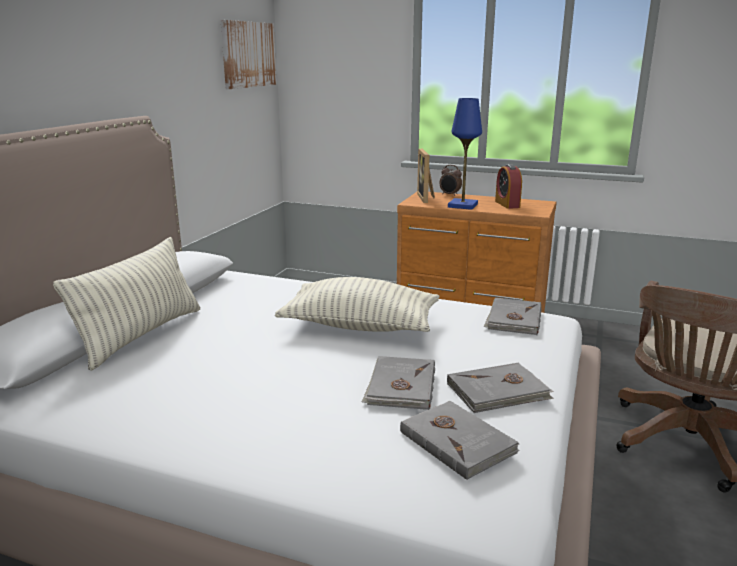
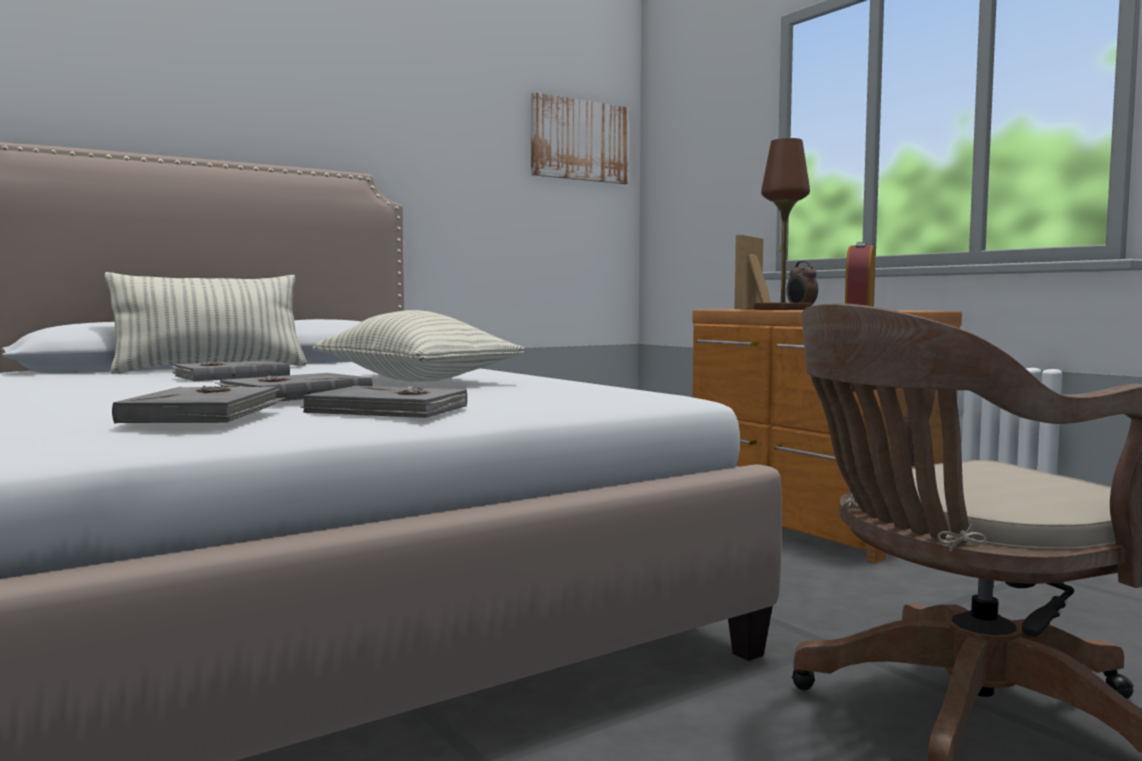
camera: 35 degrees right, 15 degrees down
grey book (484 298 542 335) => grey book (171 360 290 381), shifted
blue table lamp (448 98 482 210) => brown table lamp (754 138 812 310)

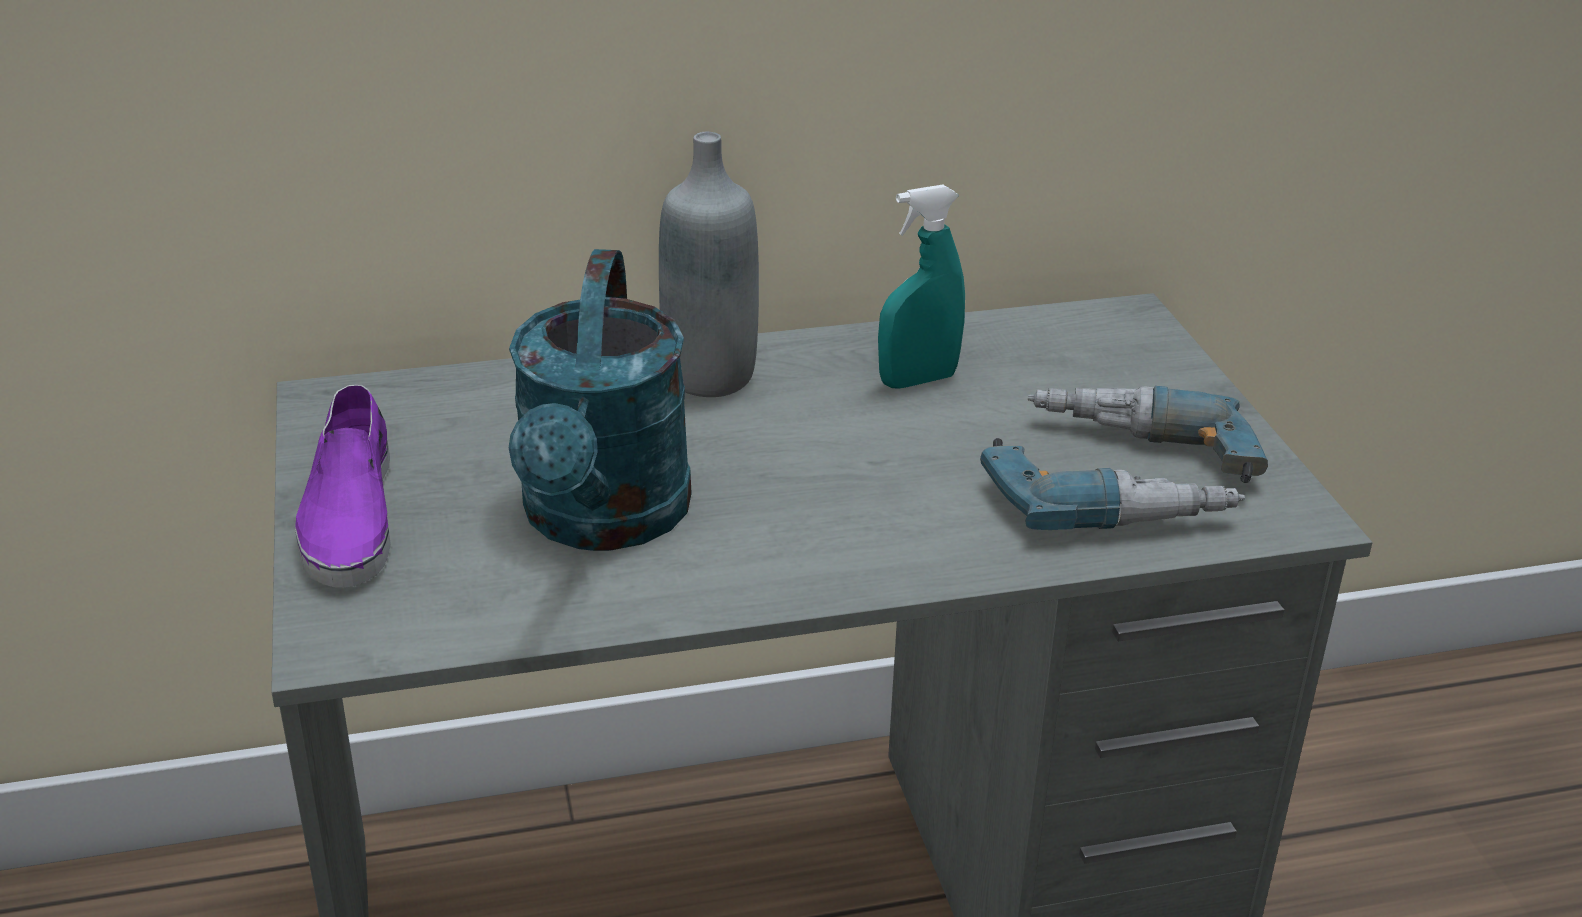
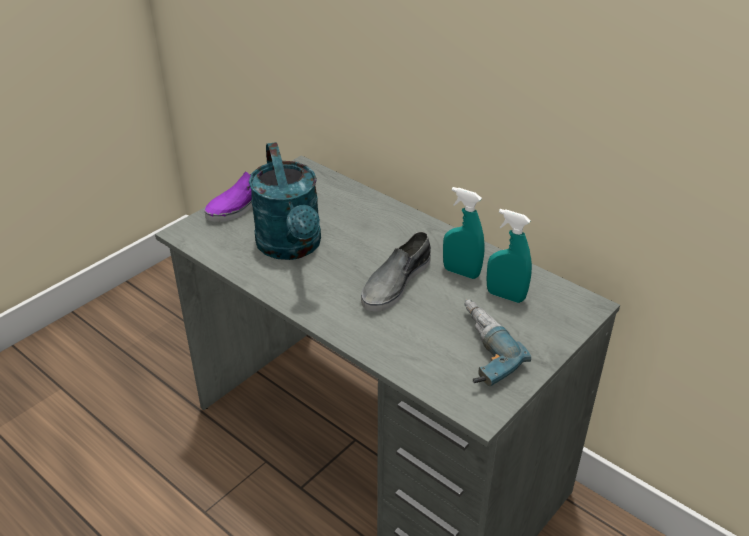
camera: 55 degrees right, 5 degrees up
turquoise watering can (509 249 692 551) => turquoise watering can (249 142 321 260), 75 degrees counterclockwise
nothing => grey shoe (361 232 431 312)
nothing => turquoise spray bottle (487 209 532 303)
grey bottle (659 132 759 397) => nothing
power drill (980 438 1245 530) => nothing

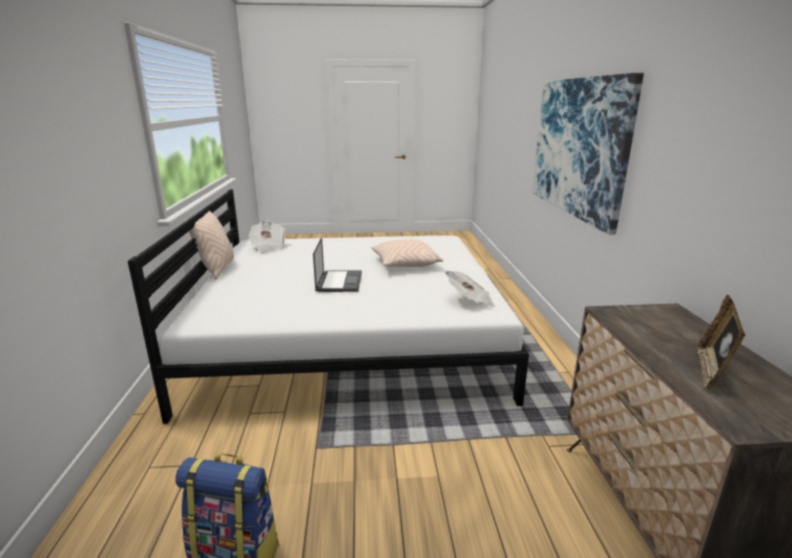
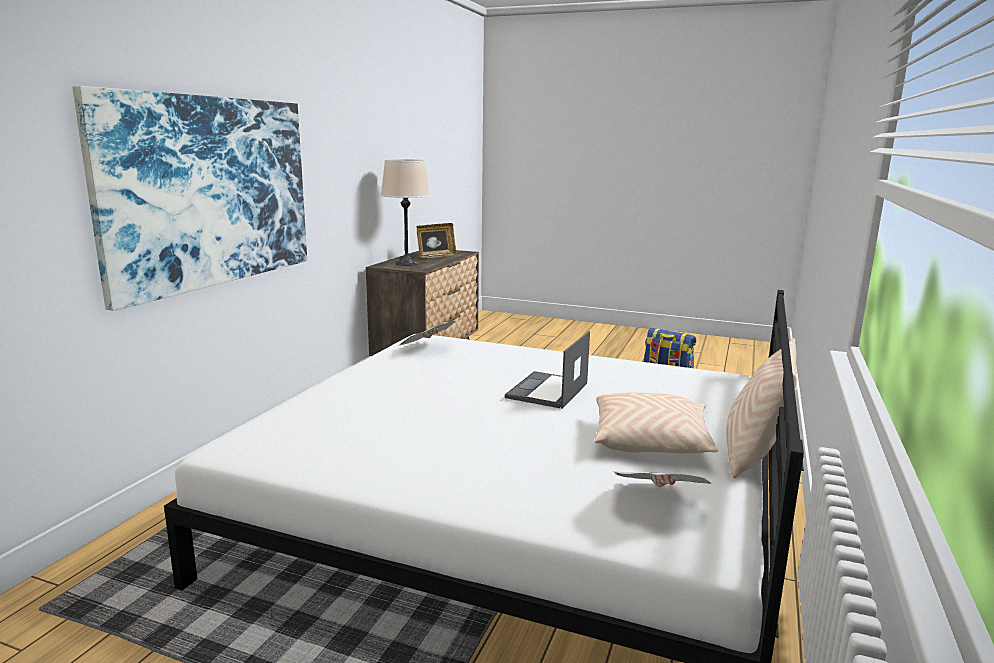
camera: 155 degrees left, 5 degrees down
nothing => beige table lamp (381 159 430 266)
beige pillow (371 239 443 267) => beige pillow (594 392 718 454), shifted

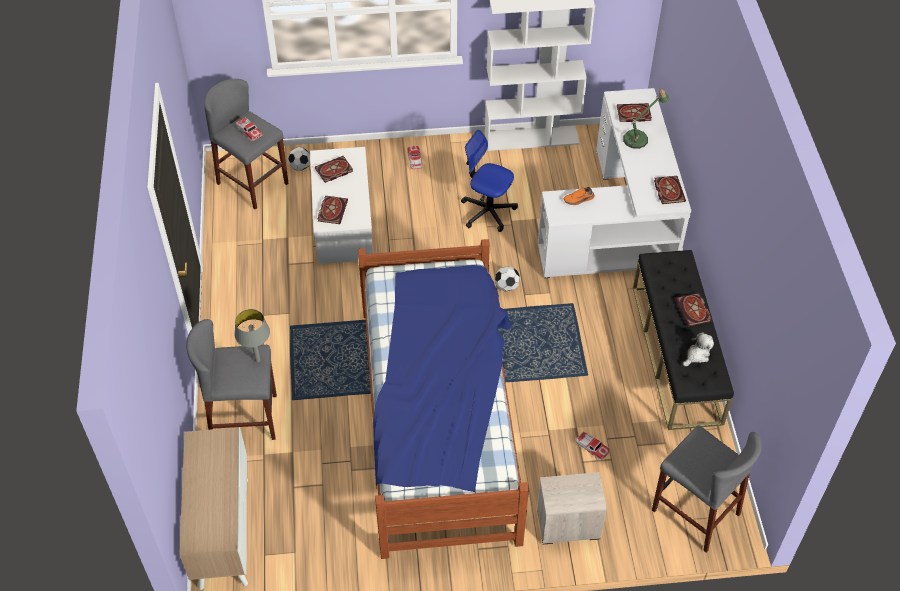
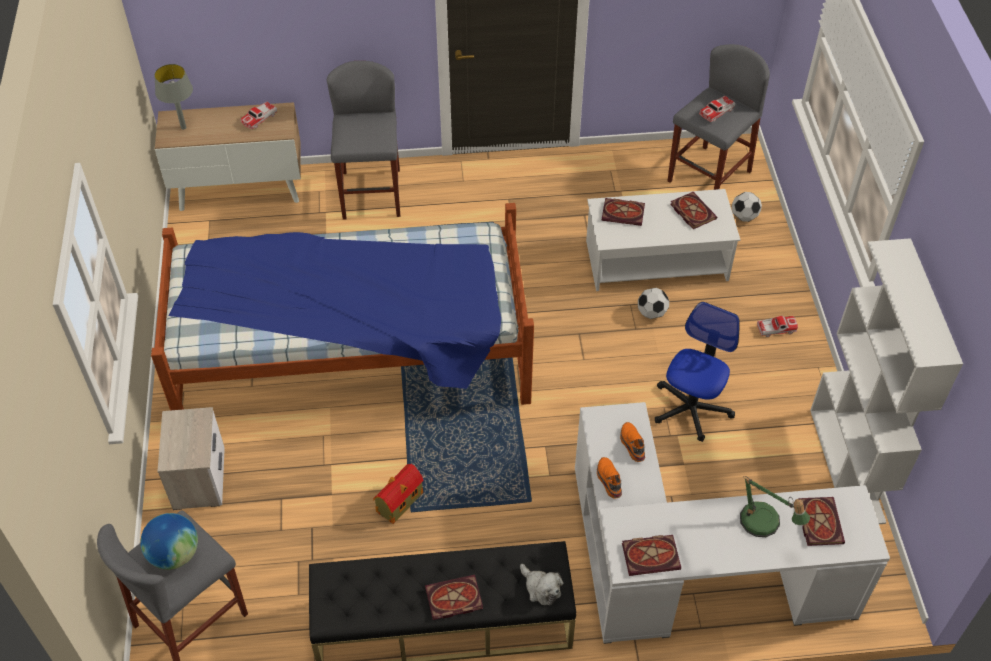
camera: 90 degrees right, 0 degrees up
nothing => globe (140 513 198 570)
grey table lamp (234 309 270 362) => grey table lamp (154 64 193 130), shifted
toy car (575 431 610 461) => toy car (240 101 277 129), shifted
nothing => toy house (373 464 423 524)
plush toy (682 332 714 366) => plush toy (520 564 563 605), shifted
nothing => orange shoe (597 457 622 499)
football (495 266 520 291) => football (638 288 669 319), shifted

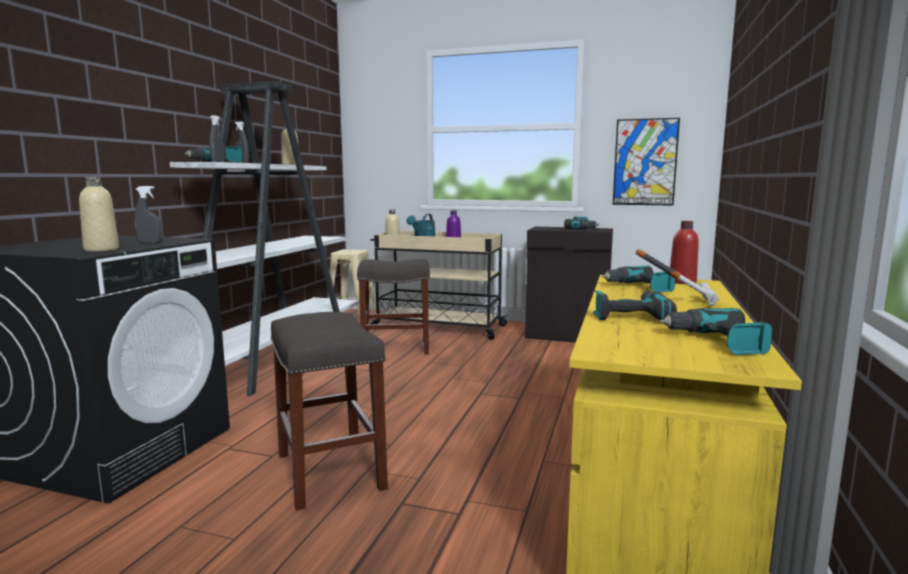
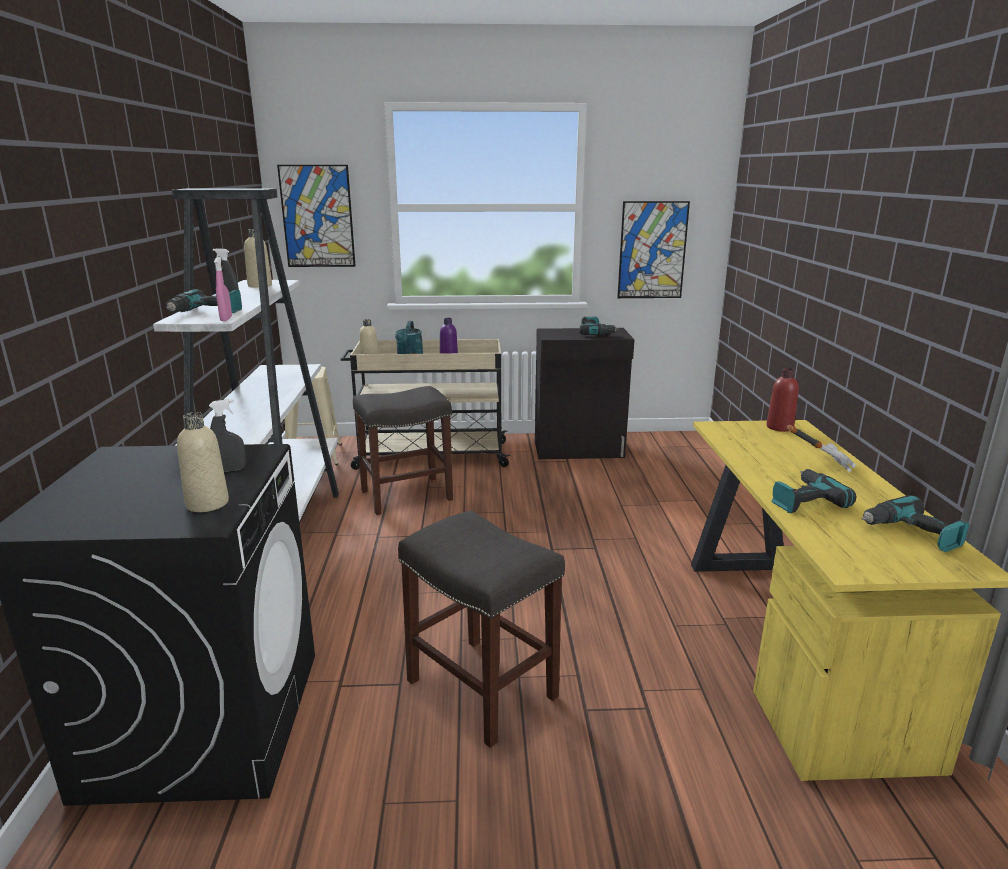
camera: 20 degrees left, 10 degrees up
grey spray bottle (209 115 225 162) => pink spray bottle (214 257 232 321)
nothing => picture (277 165 355 267)
power drill (602 265 675 293) => nothing

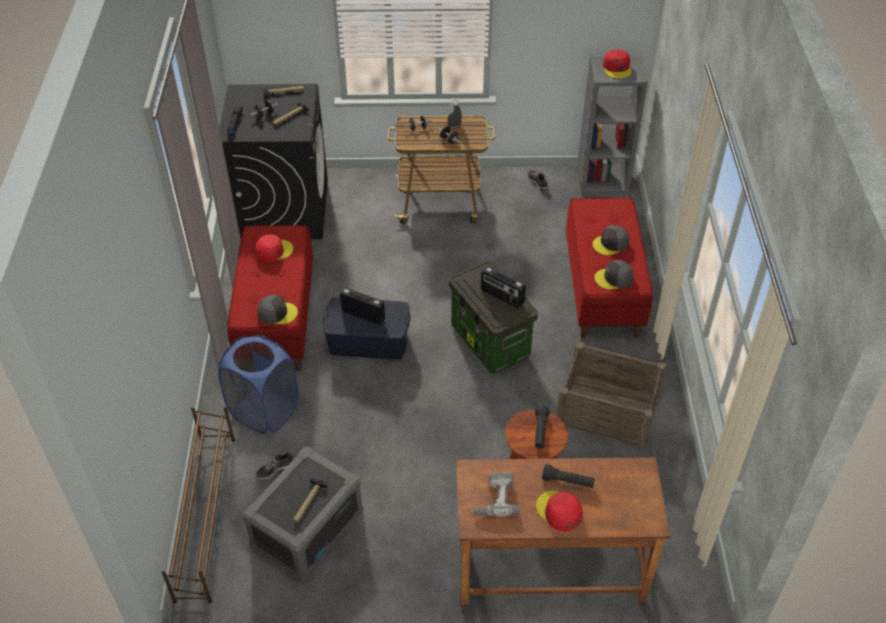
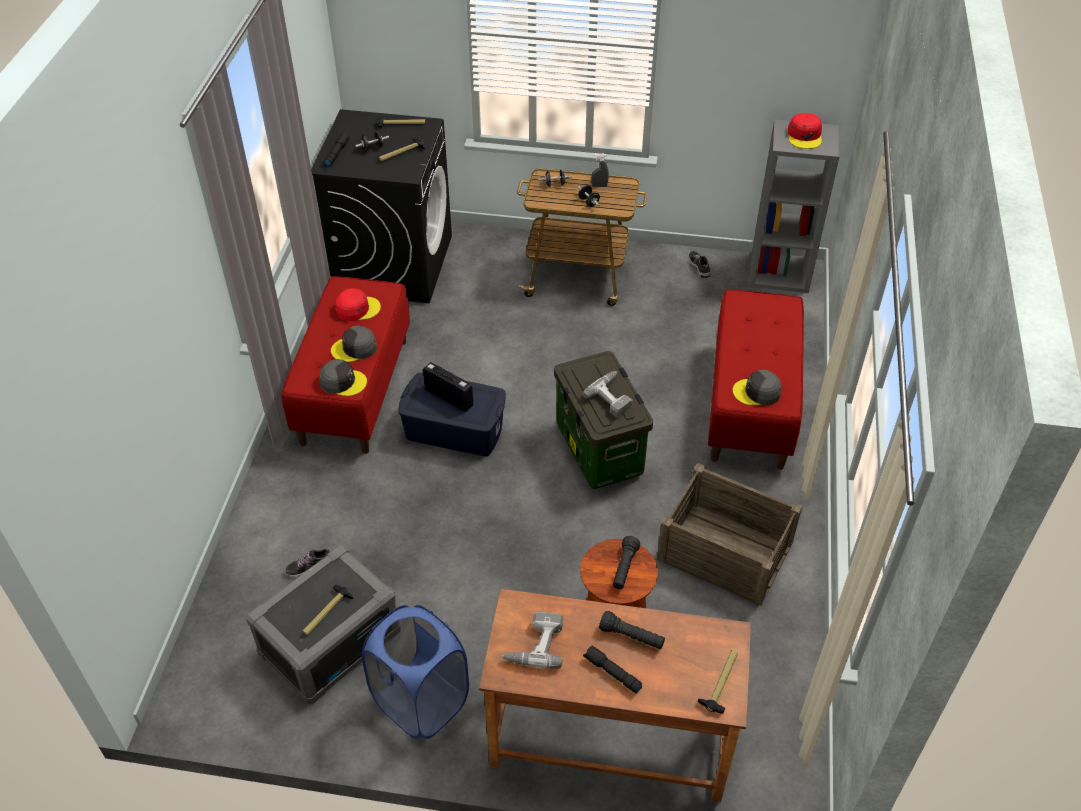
camera: 10 degrees right, 0 degrees up
grey cap (592 225 629 255) => grey cap (331 326 377 362), shifted
blue laundry basket (218 335 299 434) => blue laundry basket (362 605 469 739), shifted
radio (481 266 526 308) => power drill (583 371 633 418)
red cap (536 491 583 532) => black flashlight (583 646 642 694)
nothing => hammer (698 650 738 714)
brown shoe rack (162 407 235 603) => nothing

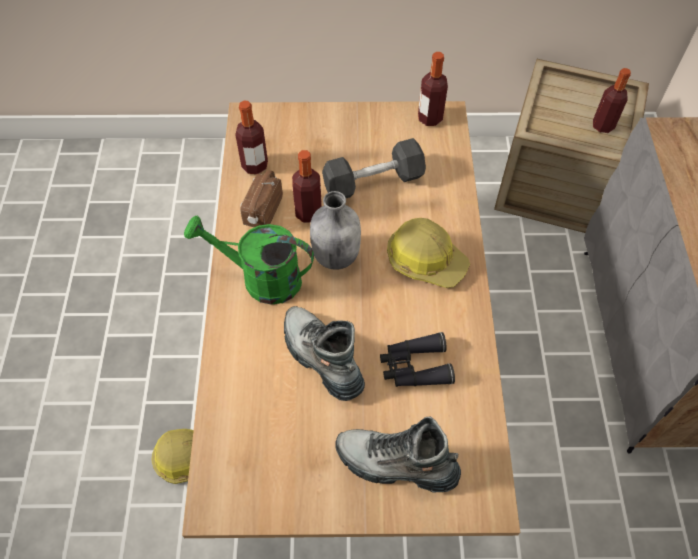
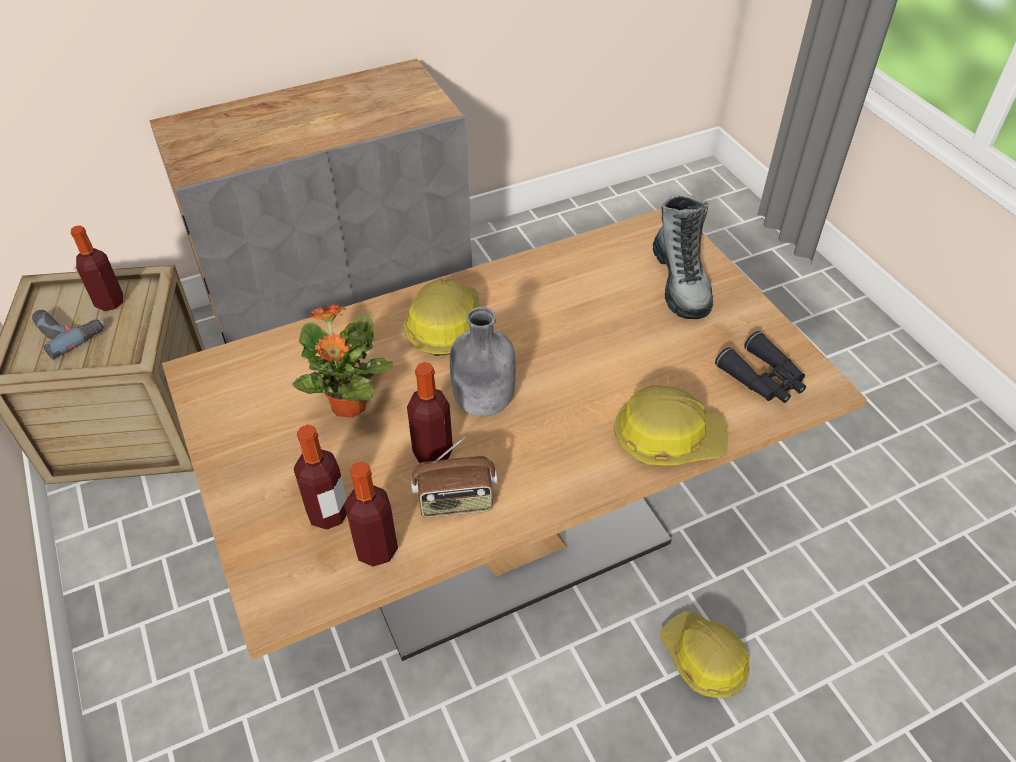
camera: 115 degrees left, 10 degrees down
nothing => power drill (32 310 105 359)
grey dumbbell (322 138 426 198) => potted plant (292 304 393 418)
bottle (418 52 448 126) => bottle (294 425 347 530), shifted
nothing => hard hat (614 385 729 465)
black binoculars (380 332 455 387) => black binoculars (715 331 806 403), shifted
green watering can (184 216 314 305) => nothing
boot (284 306 365 401) => nothing

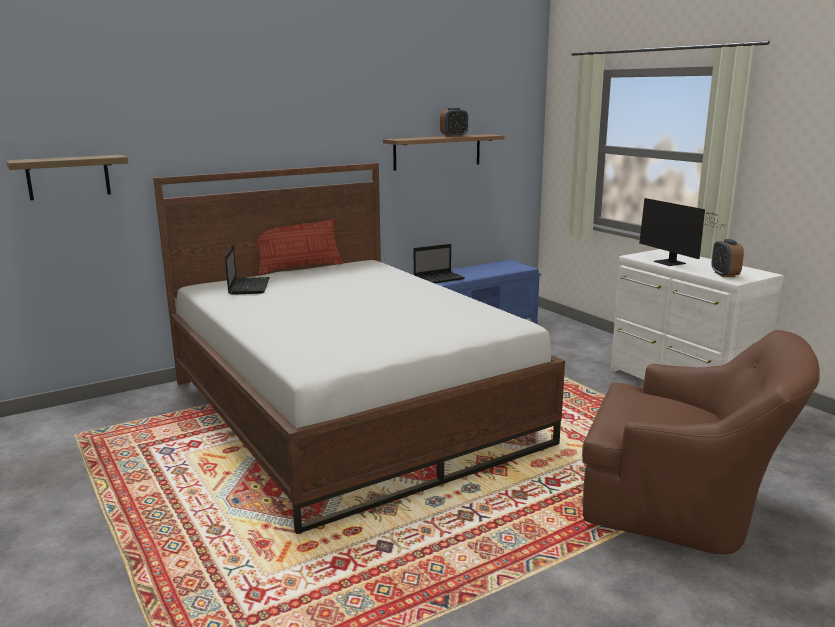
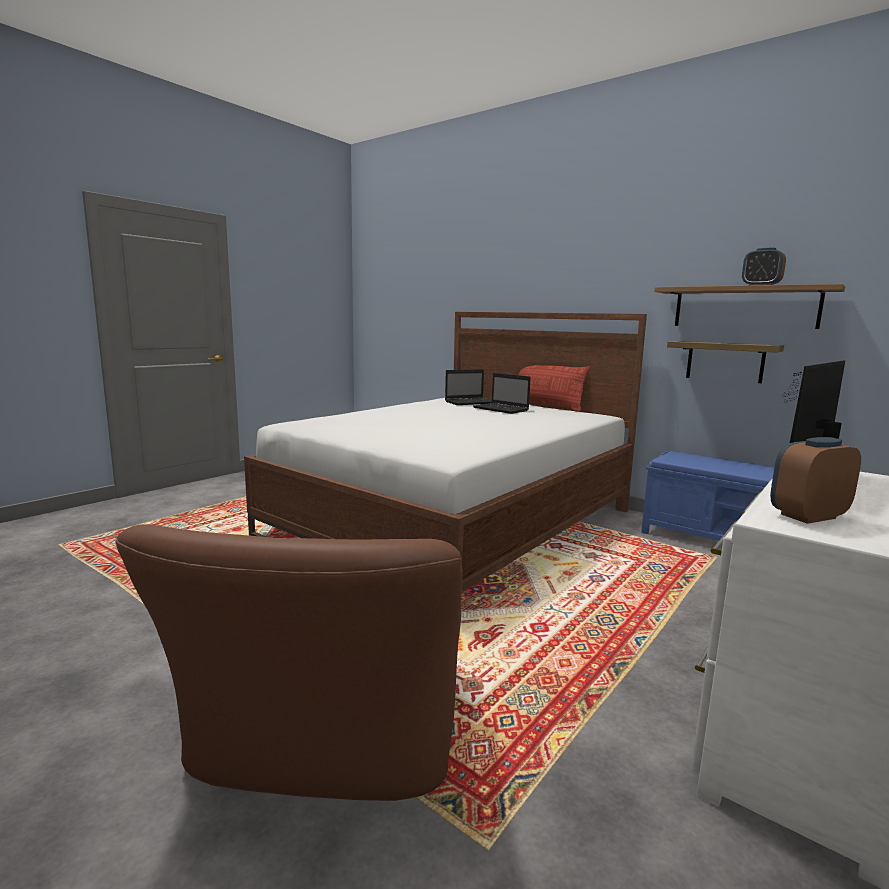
camera: 70 degrees right, 5 degrees down
laptop (414 244 465 283) => laptop (473 373 531 414), shifted
shelf (6 155 128 200) => shelf (667 341 784 383), shifted

